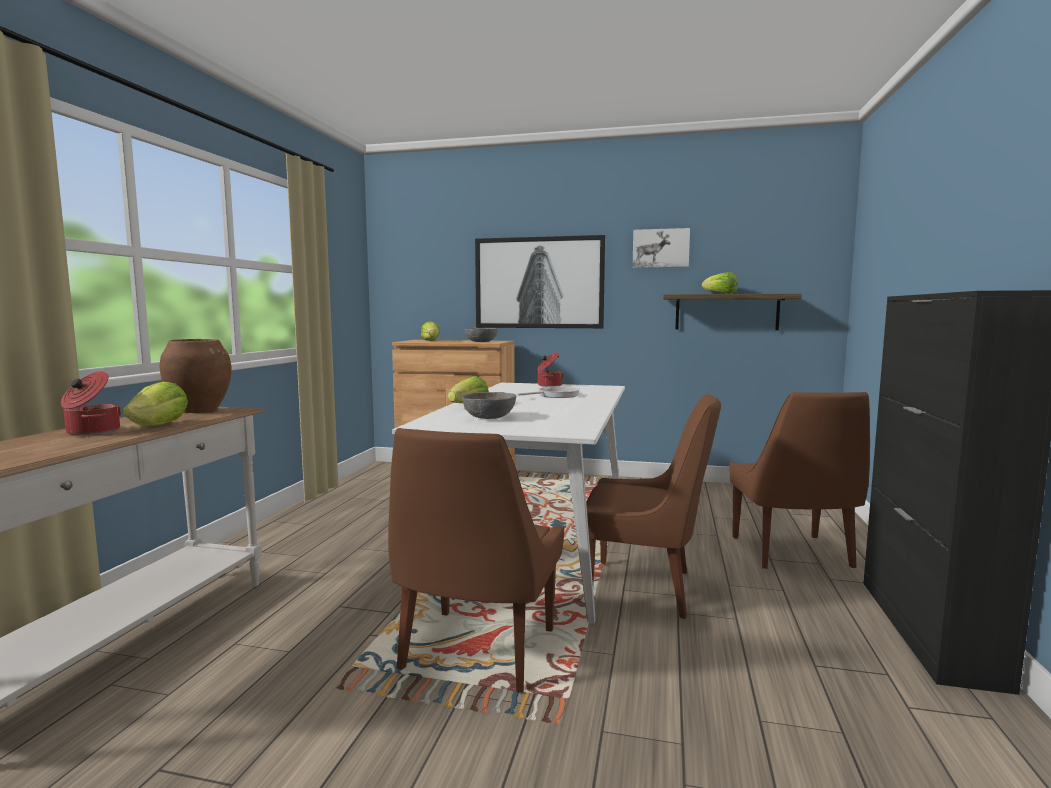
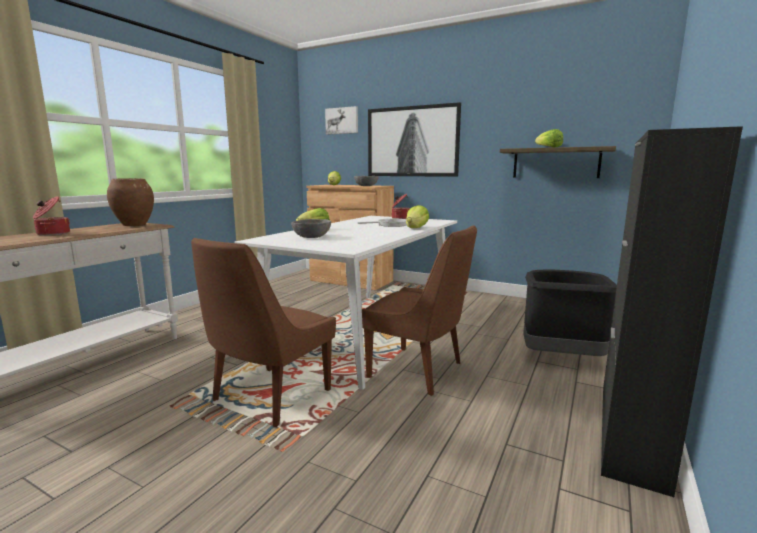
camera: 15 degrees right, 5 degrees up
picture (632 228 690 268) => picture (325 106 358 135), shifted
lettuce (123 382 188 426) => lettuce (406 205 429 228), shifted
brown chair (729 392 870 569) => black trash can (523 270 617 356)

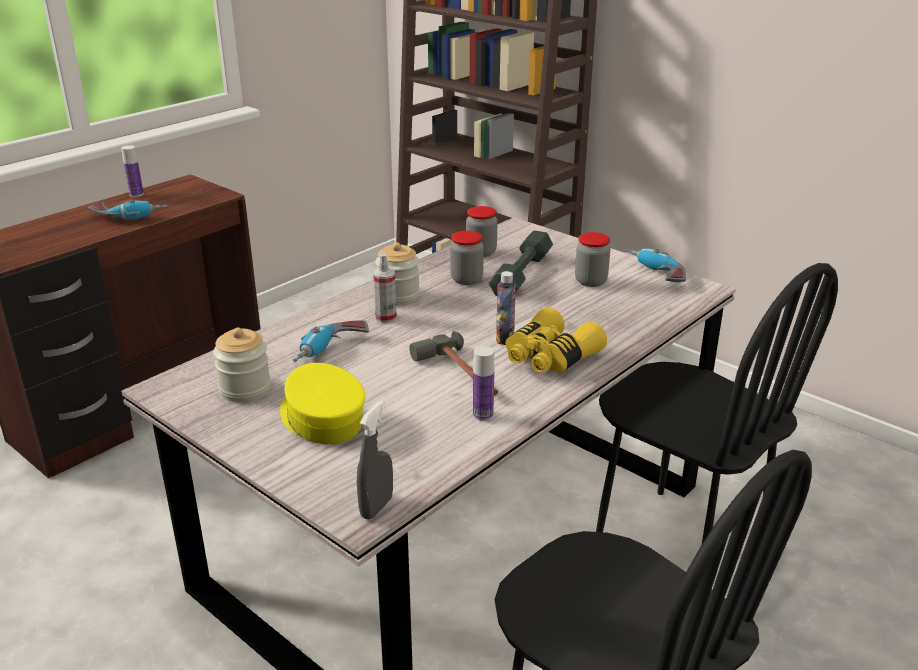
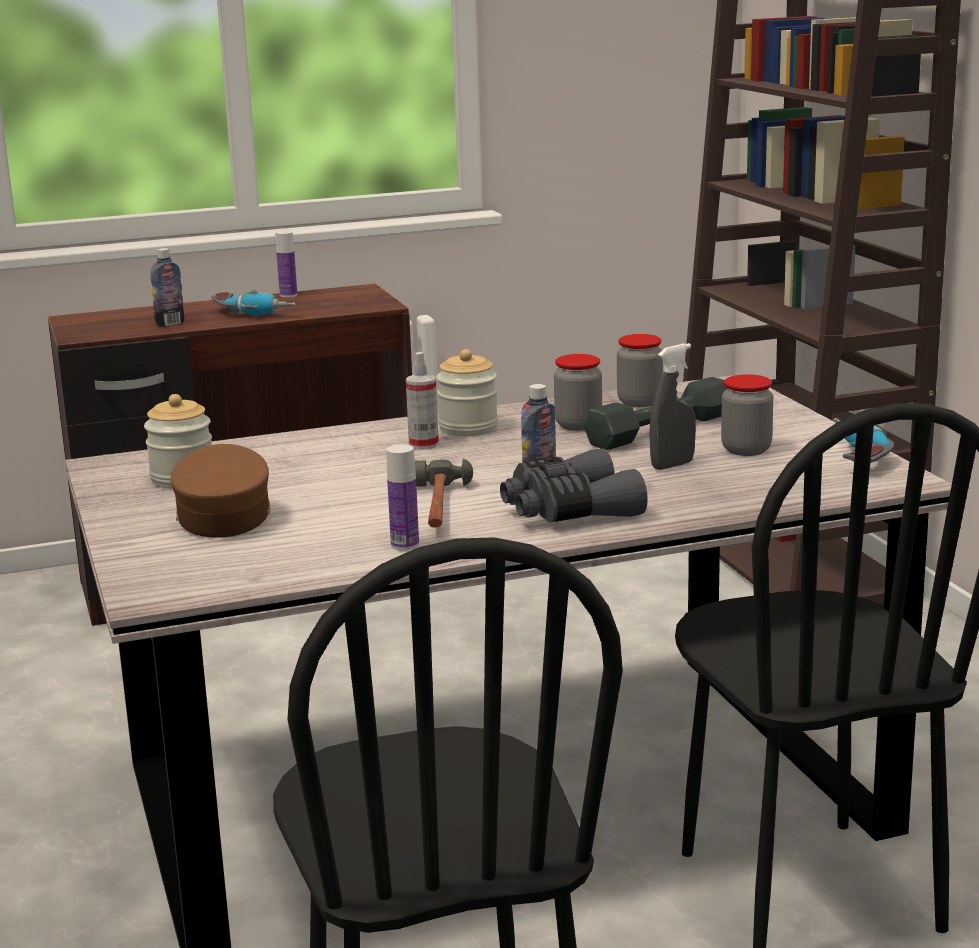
camera: 30 degrees right, 10 degrees down
nothing => bottle (150 248 185 327)
yellow cap (280 363 365 444) => brown cap (171 444 270 538)
yellow binoculars (506 307 607 373) => grey binoculars (500 448 648 522)
grey spray bottle (357 401 393 520) => grey spray bottle (649 343 696 470), shifted
power drill (293 320 369 362) => nothing

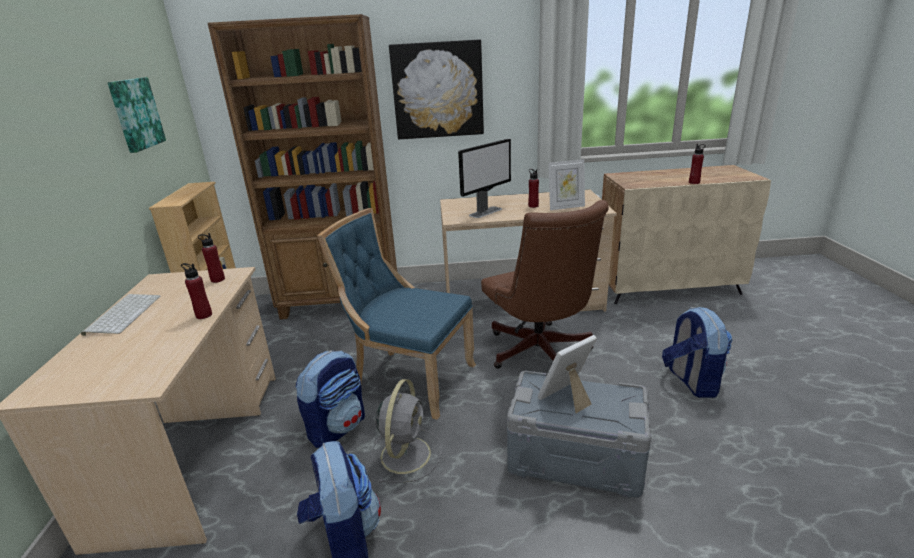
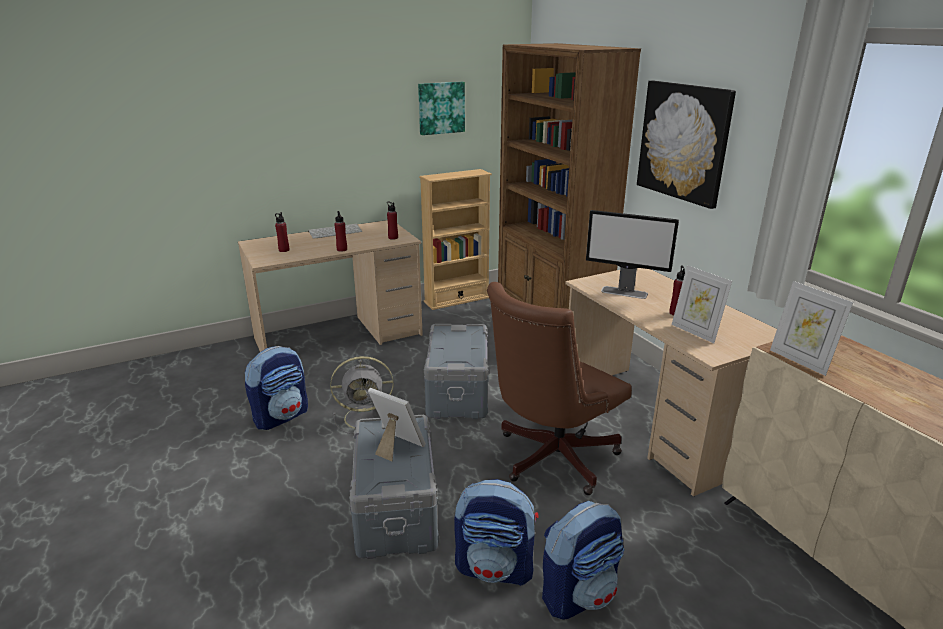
camera: 65 degrees right, 0 degrees up
red bottle (689 144 706 184) => red bottle (275 212 289 252), shifted
blue chair (317 208 476 420) => grey storage box (424 324 489 419)
backpack (296 350 365 448) => backpack (454 479 539 586), shifted
nothing => picture frame (770 281 853 376)

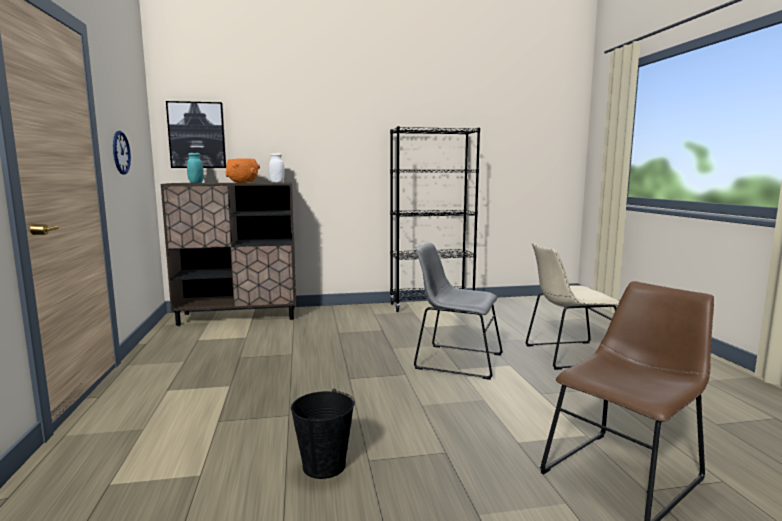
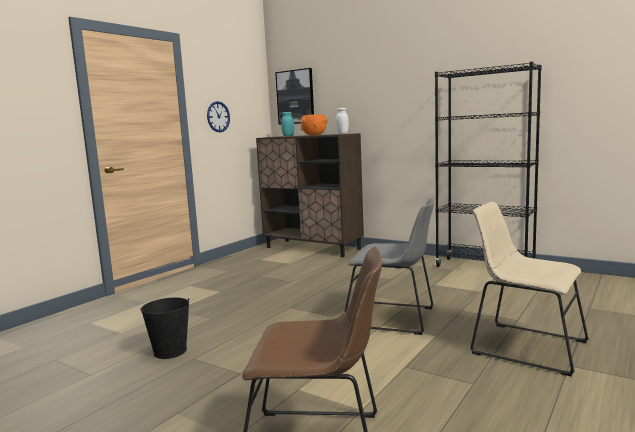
camera: 45 degrees right, 0 degrees up
grey chair (414 242 503 380) => grey chair (345 197 435 335), 135 degrees clockwise

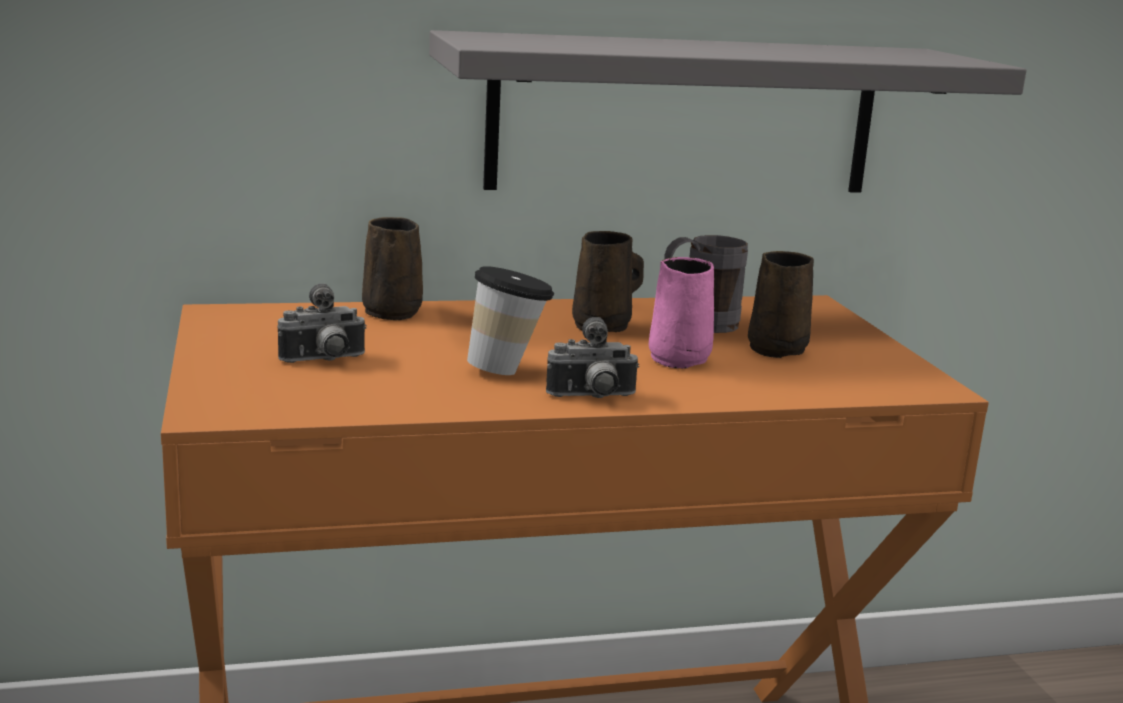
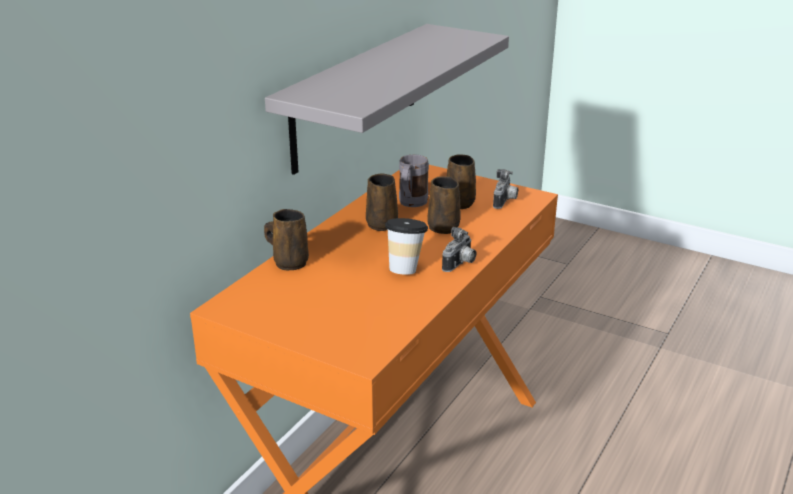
camera: 45 degrees left, 10 degrees up
pink mug (649 257 714 369) => brown mug (427 176 461 234)
photo camera (278 284 367 363) => photo camera (493 169 518 209), shifted

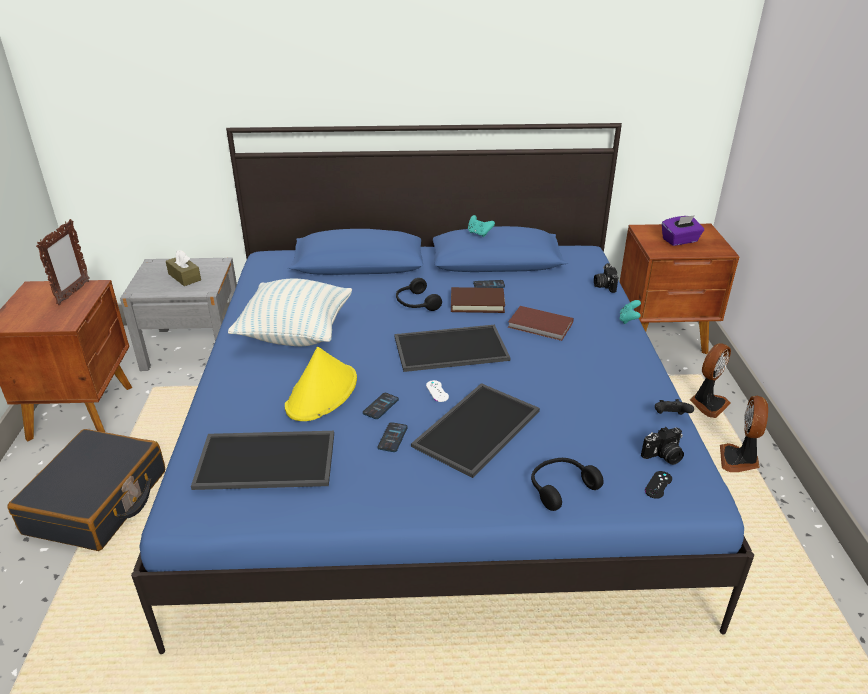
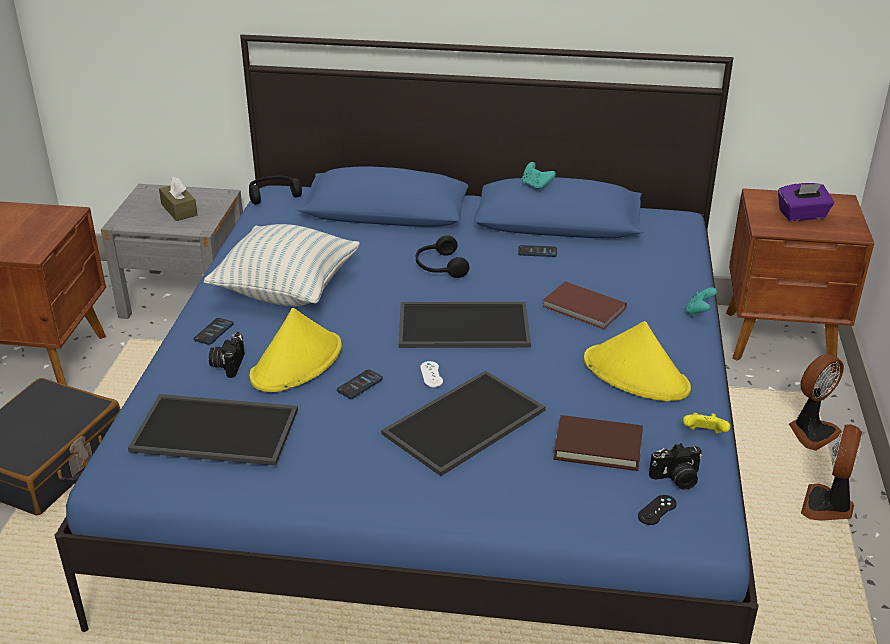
camera: 10 degrees right, 0 degrees up
phone (378 422 408 452) => phone (194 318 233 345), shifted
photo camera (594 263 619 293) => photo camera (209 332 245 378), shifted
black headphones (531 458 604 511) => black headphones (249 176 302 204), shifted
brown book (451 287 505 313) => brown book (553 415 643 471), shifted
nothing => yellow hat (584 321 691 401)
black game controller (655 399 694 415) => yellow game controller (683 413 730 433)
picture frame (36 219 90 305) => nothing

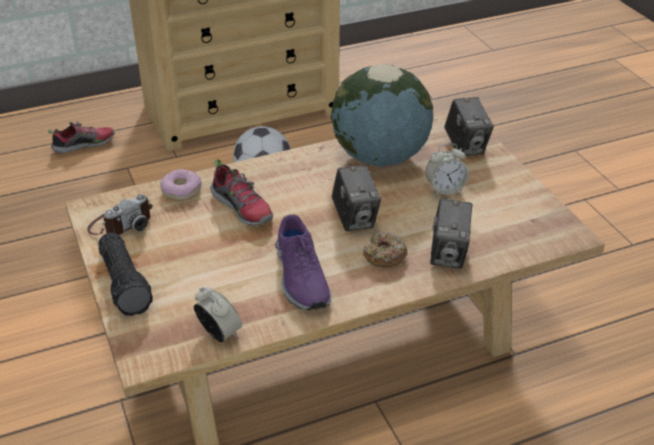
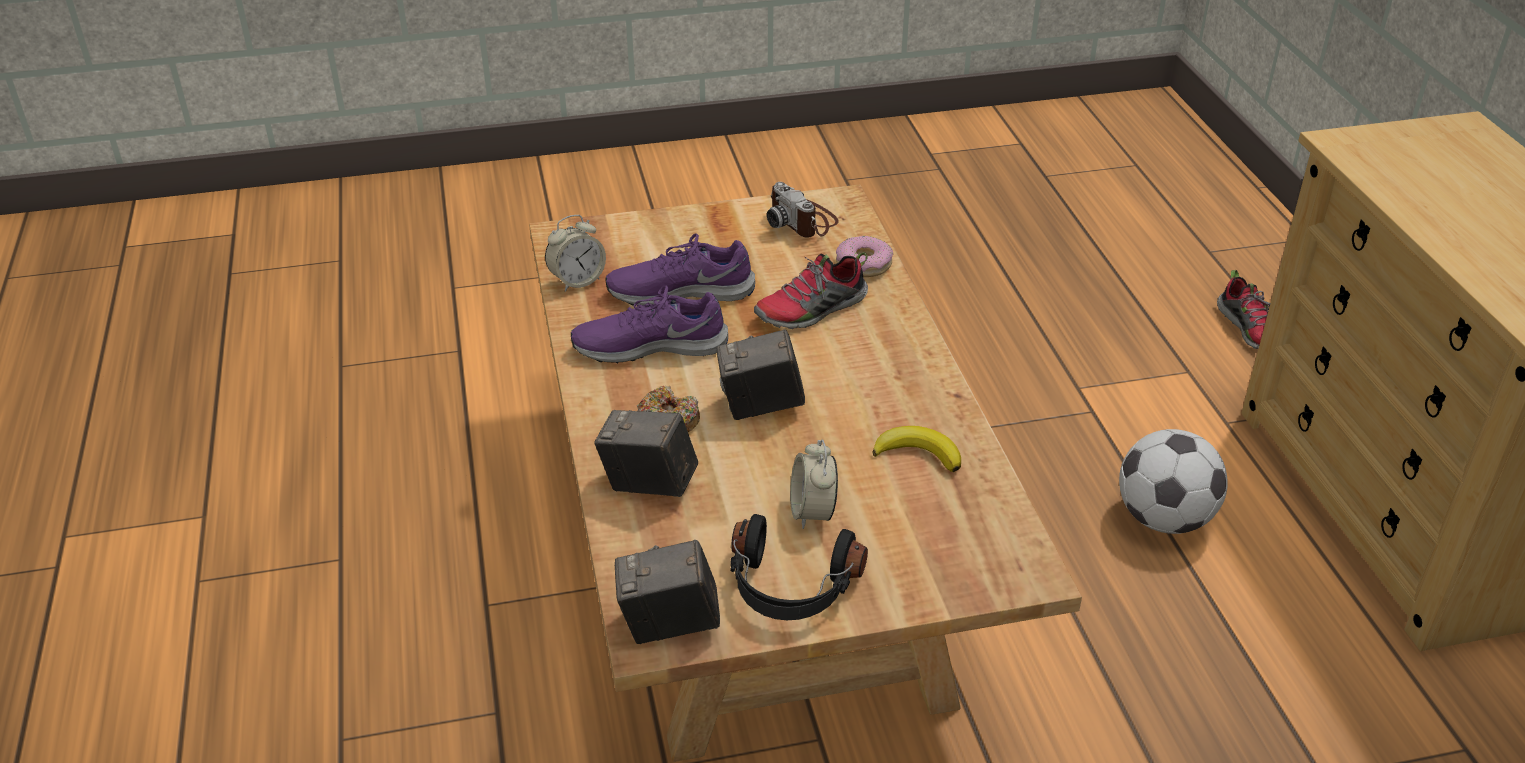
camera: 100 degrees right, 0 degrees up
nothing => purple shoe (606 233 755 306)
photo camera (444 97 494 156) => photo camera (615 540 720 644), shifted
nothing => black headphones (730 514 868 620)
globe (331 64 433 167) => banana (873 426 961 472)
flashlight (98 233 153 316) => nothing

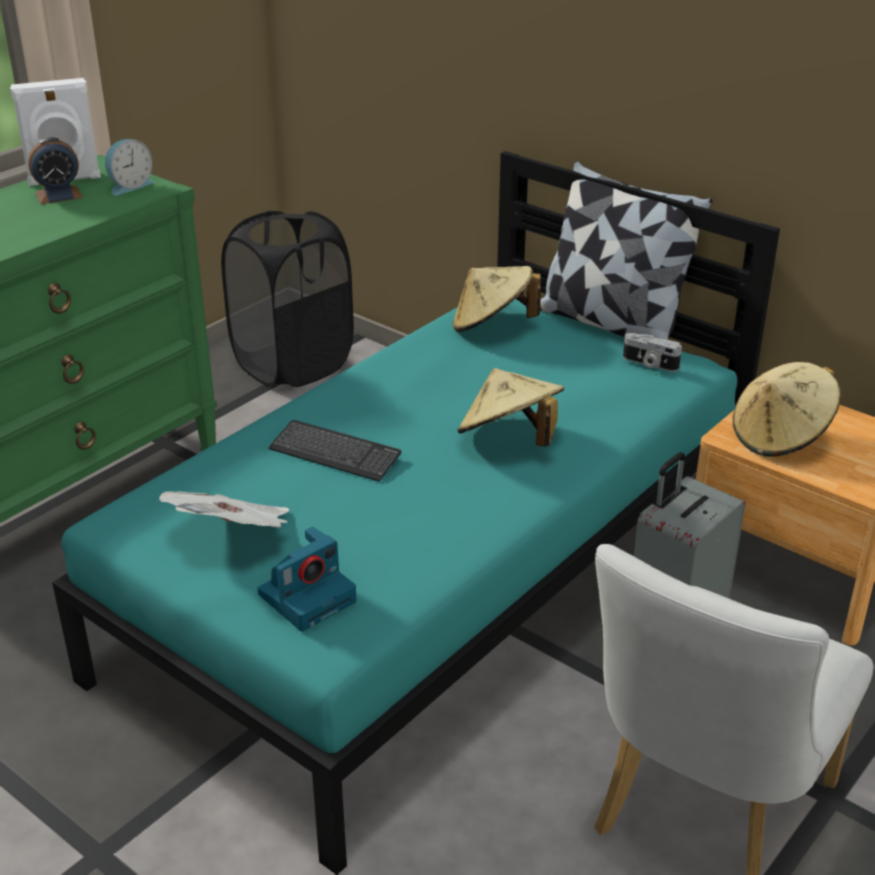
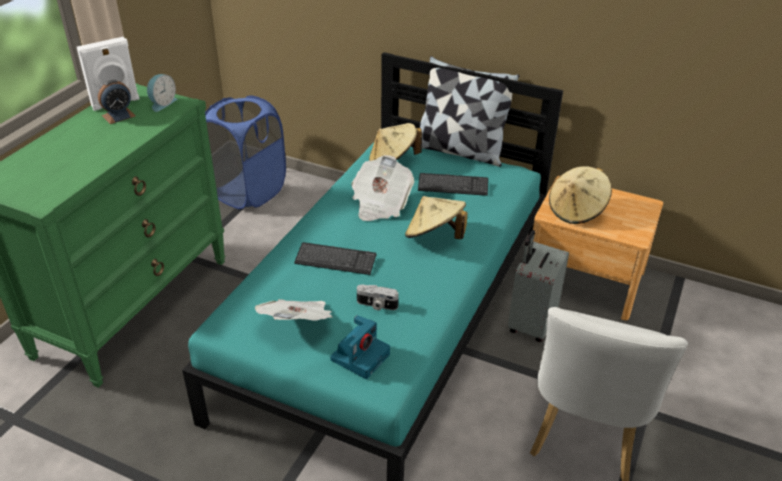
camera: 15 degrees left, 5 degrees up
black laundry basket (221 210 354 387) => blue laundry basket (205 95 286 209)
nothing => newspaper (351 155 414 221)
photo camera (623 333 682 372) => photo camera (357 284 399 310), shifted
nothing => keyboard (418 173 488 196)

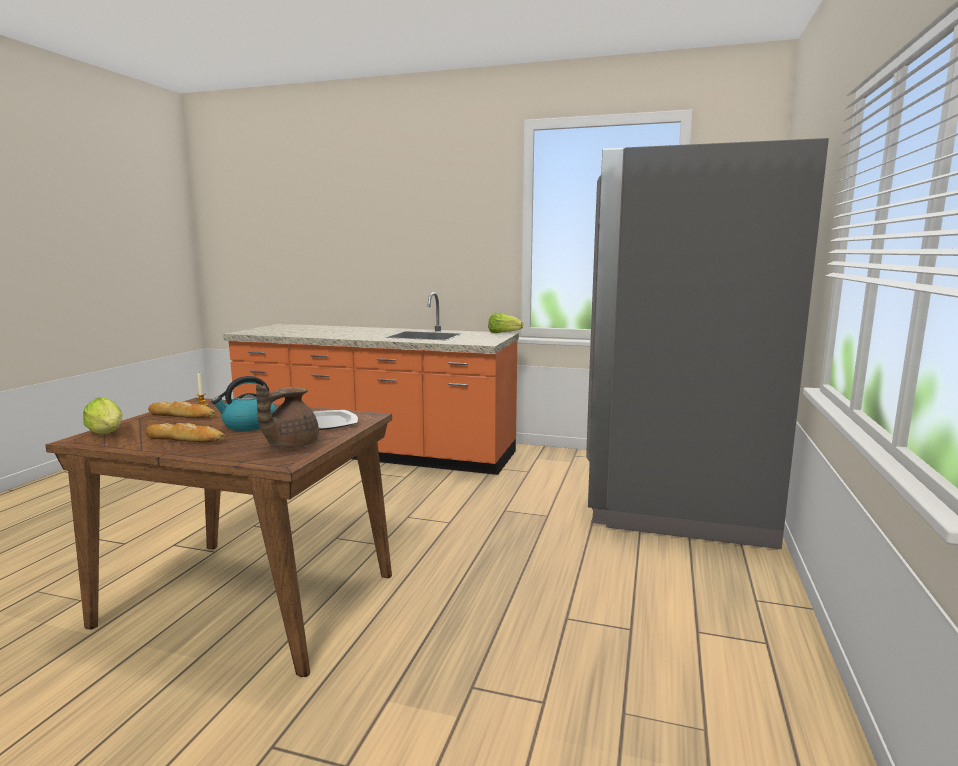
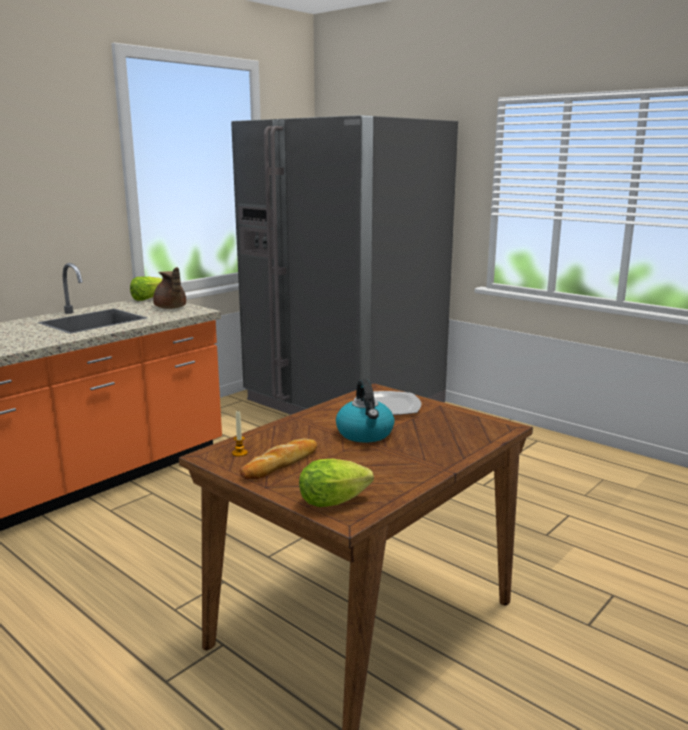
camera: 65 degrees left, 5 degrees up
brown teapot (256 384 319 448) => brown teapot (153 267 186 309), shifted
bread (146 423 225 443) => nothing

